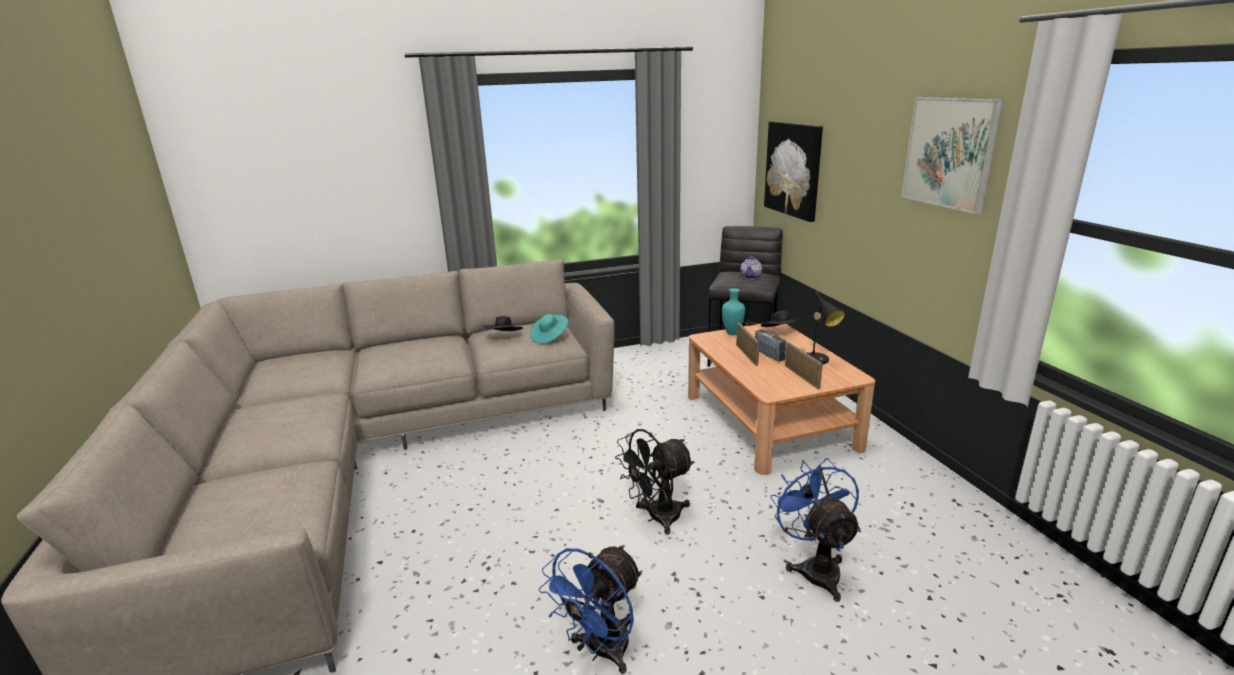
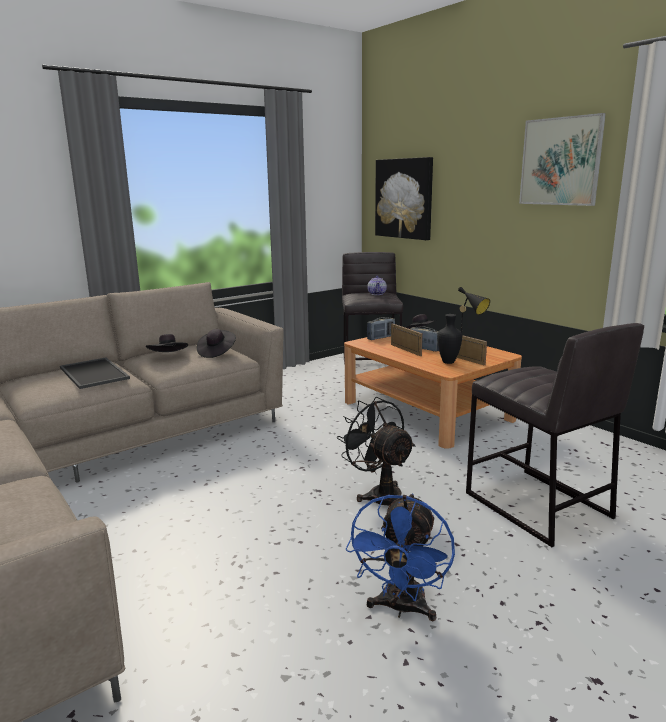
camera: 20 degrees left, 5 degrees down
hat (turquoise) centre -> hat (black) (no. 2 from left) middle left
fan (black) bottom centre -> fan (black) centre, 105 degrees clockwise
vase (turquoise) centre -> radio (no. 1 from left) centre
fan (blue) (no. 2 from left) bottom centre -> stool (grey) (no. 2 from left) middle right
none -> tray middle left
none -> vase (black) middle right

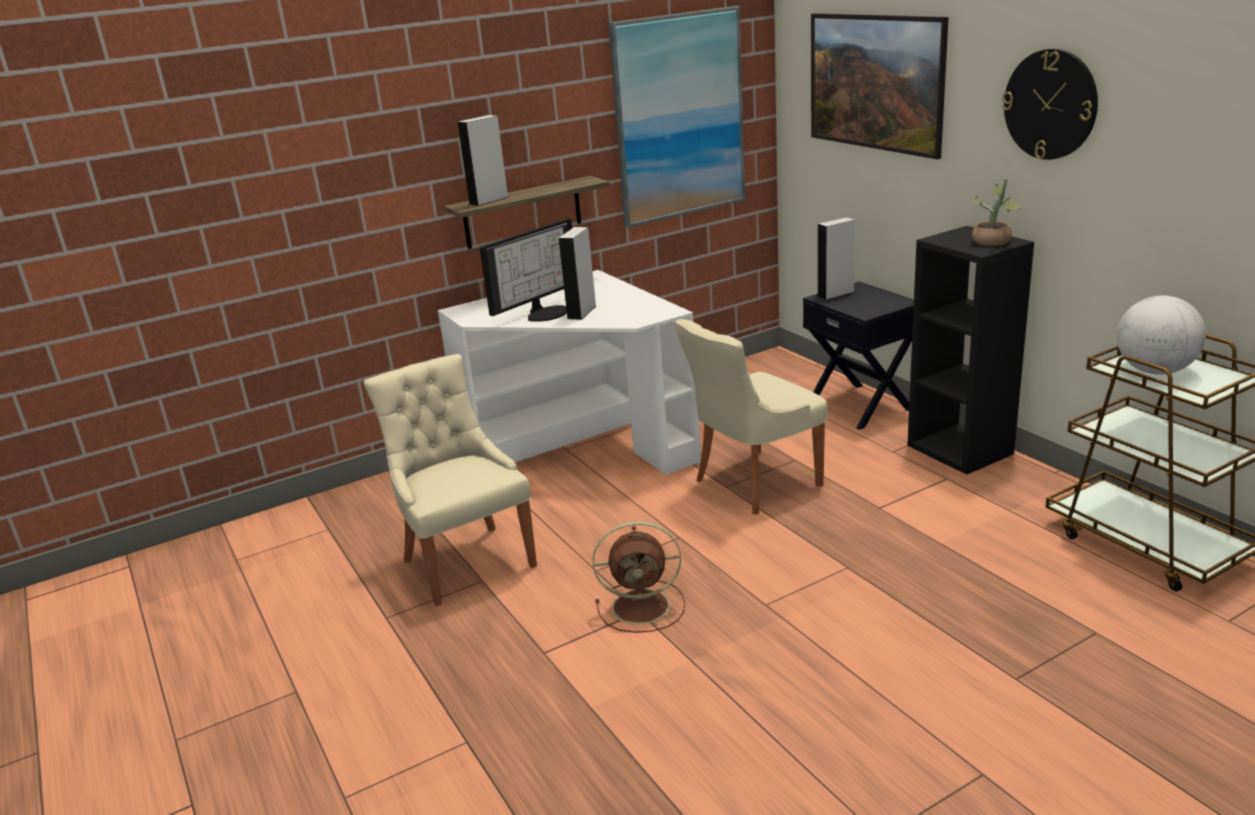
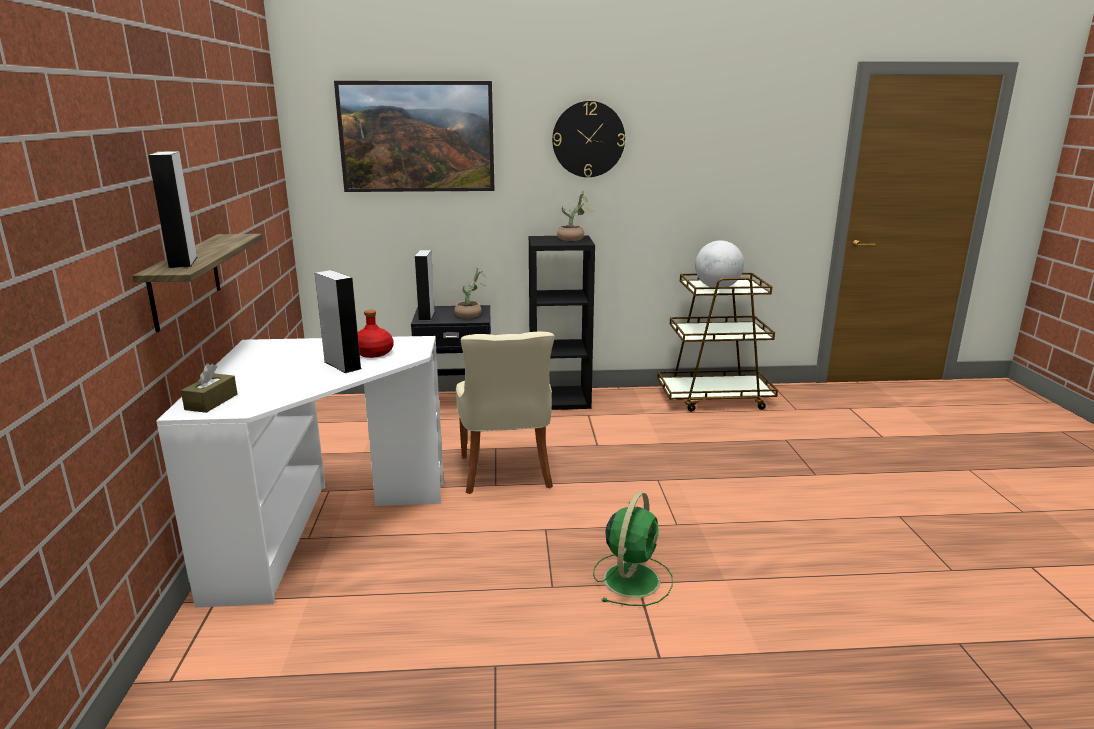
camera: 65 degrees left, 5 degrees down
chair (beige) (no. 1 from left) centre -> none
monitor top centre -> none
fan (brown) bottom centre -> fan (green) bottom centre
picture (no. 1 from left) top centre -> none
none -> tissue box (brown) middle left
none -> bottle (red) centre
none -> potted plant (no. 1 from left) centre

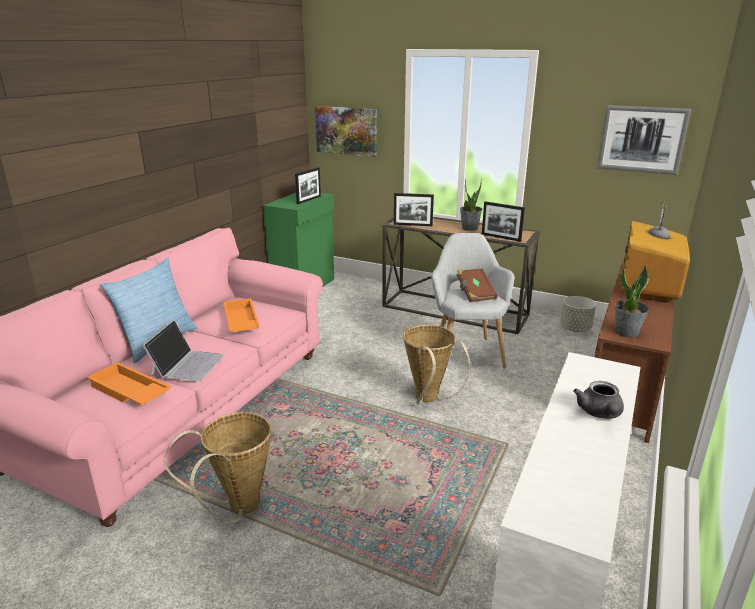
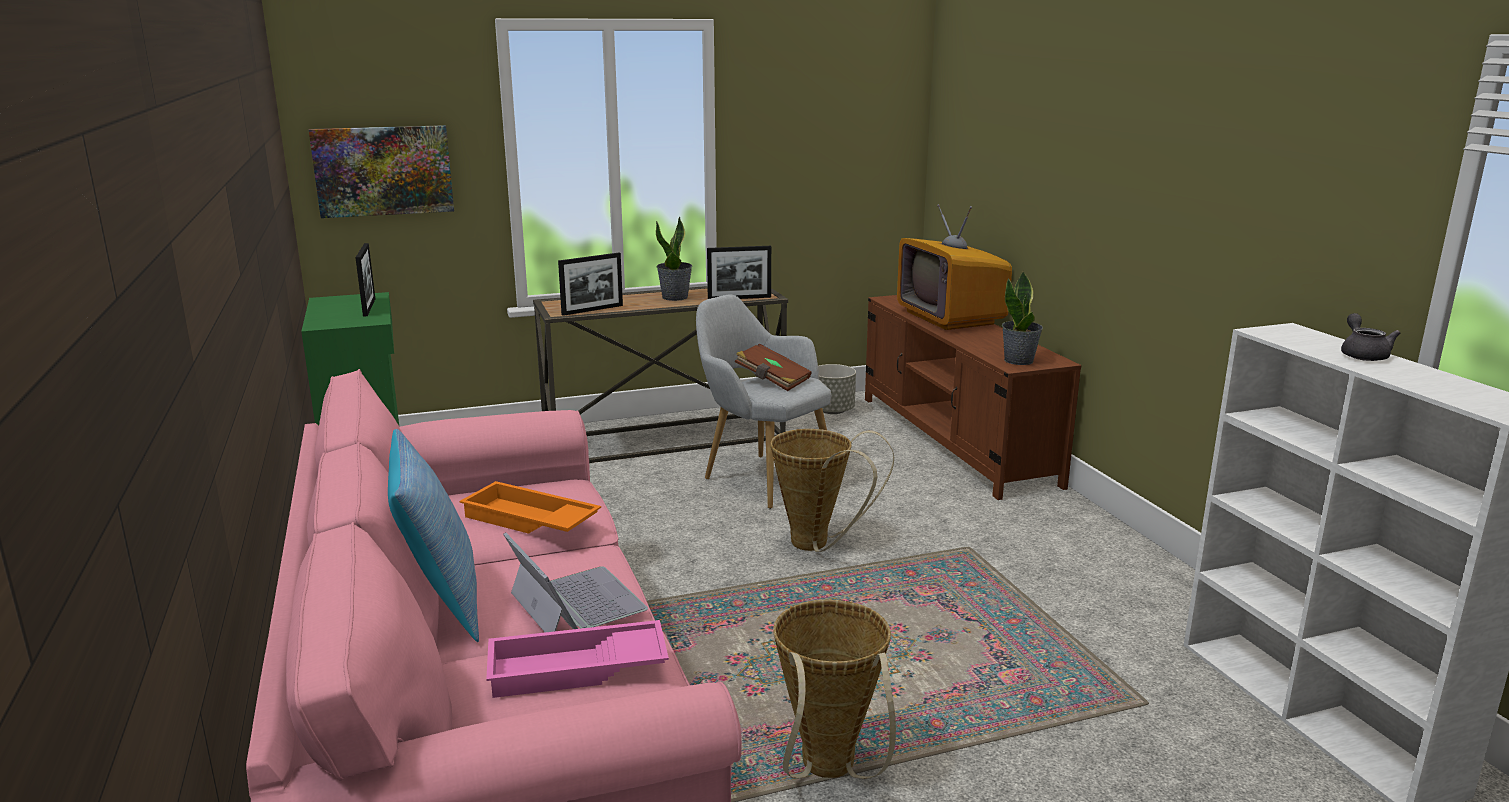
camera: 45 degrees left, 5 degrees down
tray (orange) (no. 1 from left) middle left -> tray (pink) bottom centre
teapot (grey) middle right, 135 degrees counterclockwise
picture (no. 2 from left) top right -> none

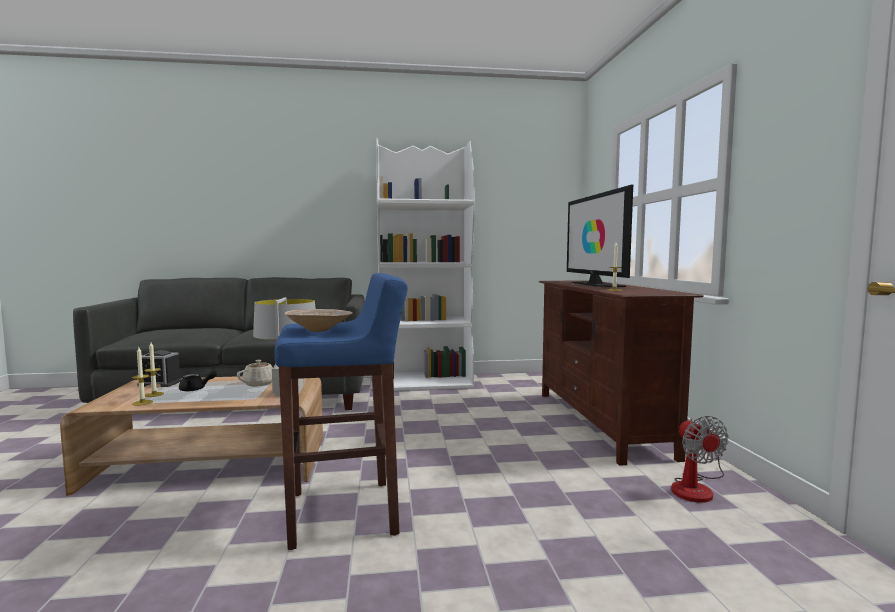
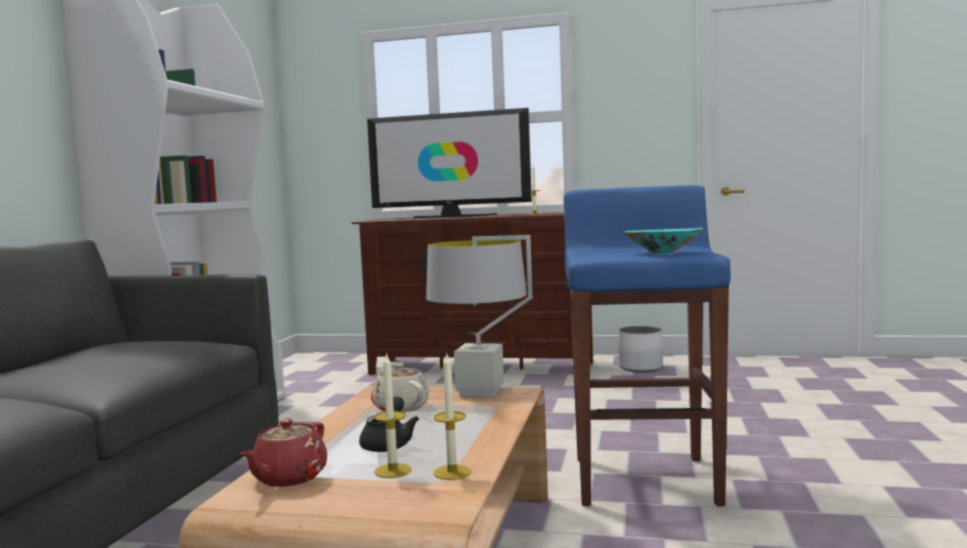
camera: 70 degrees left, 0 degrees up
alarm clock middle left -> teapot (red) bottom left
bowl (beige) centre -> bowl (turquoise) middle right
fan bottom right -> planter (white) centre

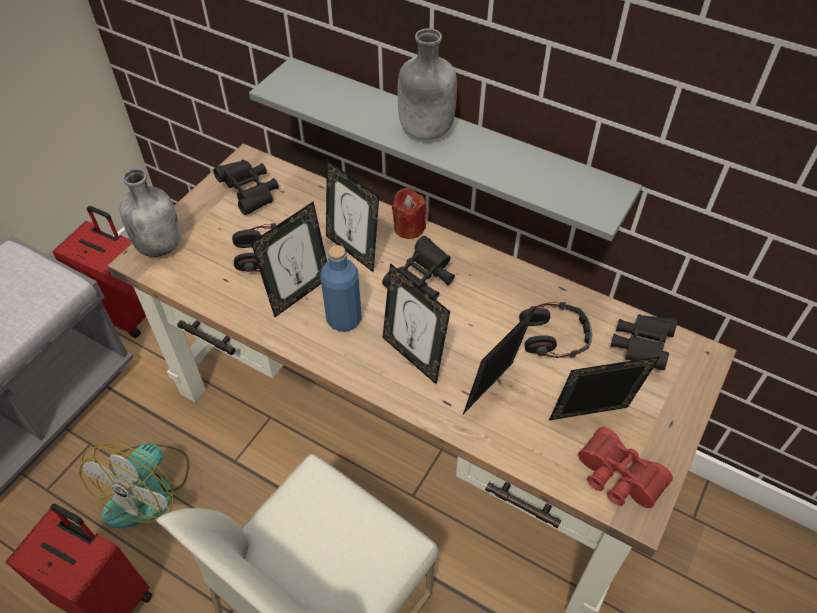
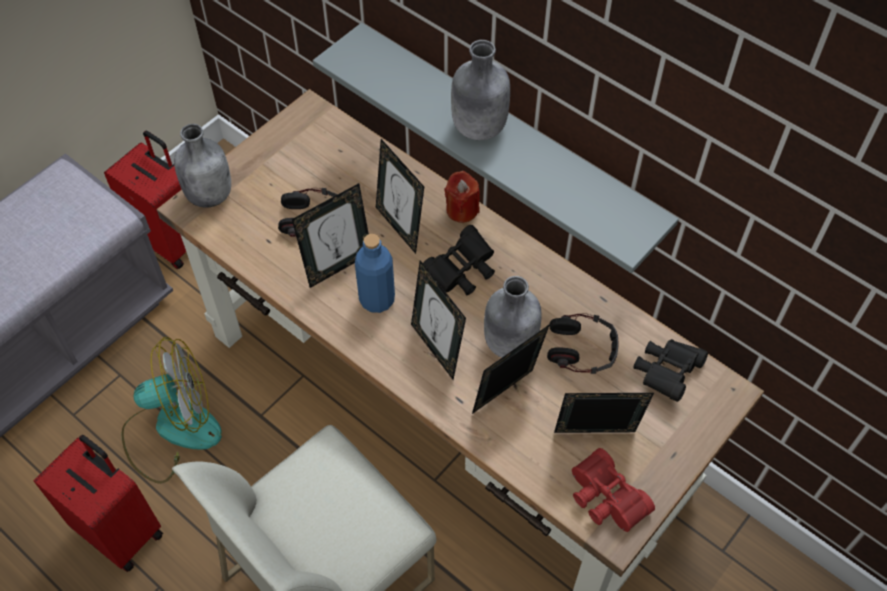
camera: 10 degrees right, 5 degrees up
fan bottom left, 135 degrees counterclockwise
binoculars (black) (no. 1 from left) top left -> none
none -> bottle (grey) (no. 3 from left) centre

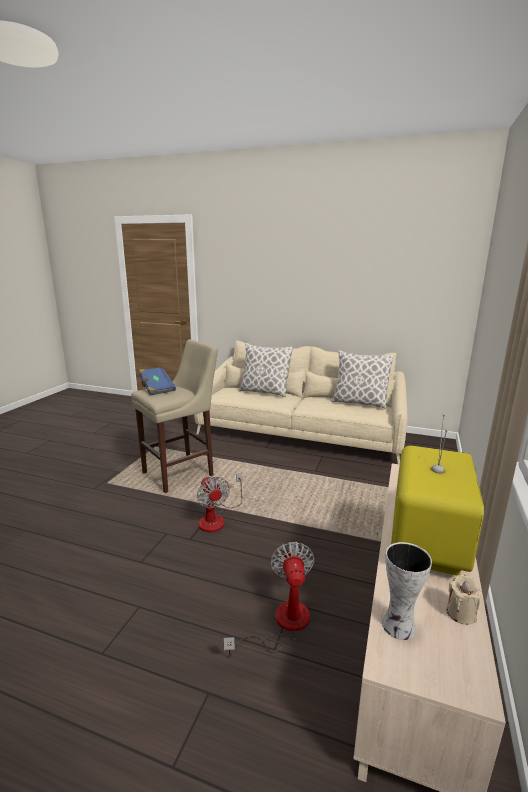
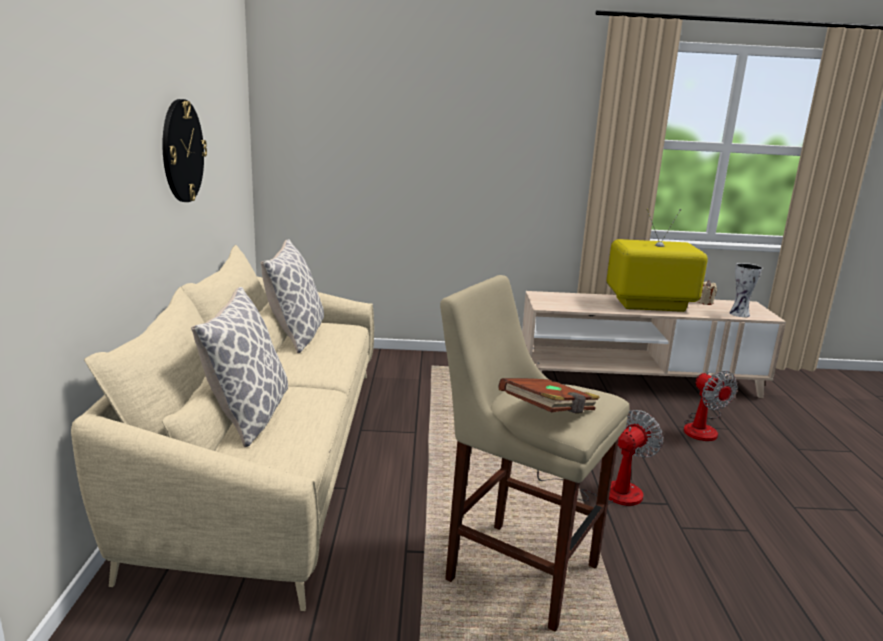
camera: 110 degrees left, 0 degrees up
book (blue) middle left -> book (brown) centre
fan (no. 2 from left) bottom centre -> fan (no. 2 from left) middle right, 90 degrees counterclockwise
none -> wall clock top left

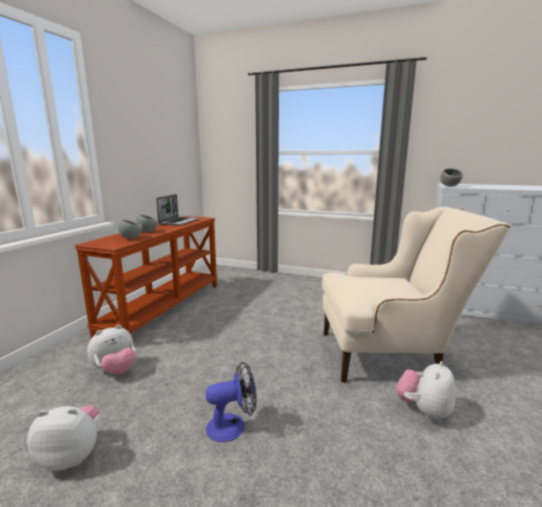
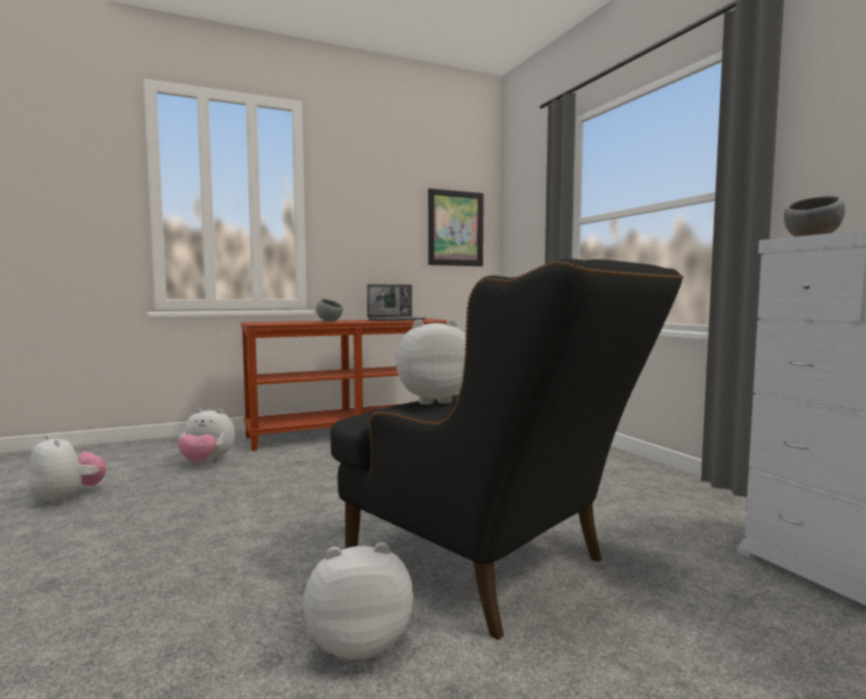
camera: 45 degrees right, 10 degrees down
bowl (grey) (no. 1 from left) middle left -> none
fan bottom centre -> none
armchair (beige) middle right -> armchair (black) centre
none -> plush toy (no. 4 from left) centre
none -> picture top centre

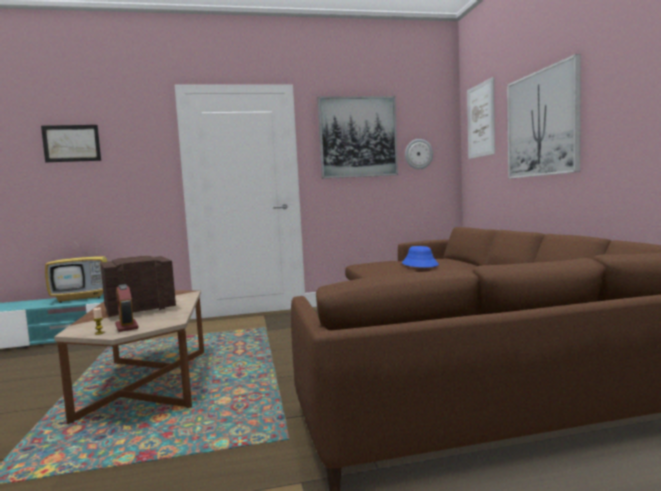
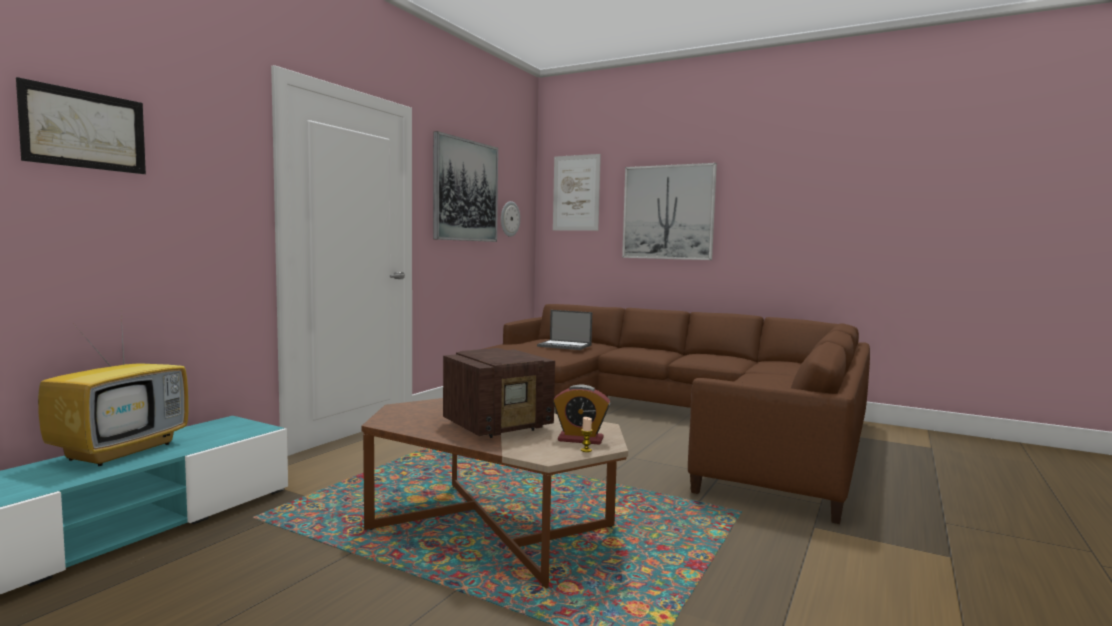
camera: 50 degrees left, 0 degrees up
radio middle left -> radio centre, 135 degrees counterclockwise
hat (blue) centre -> laptop centre

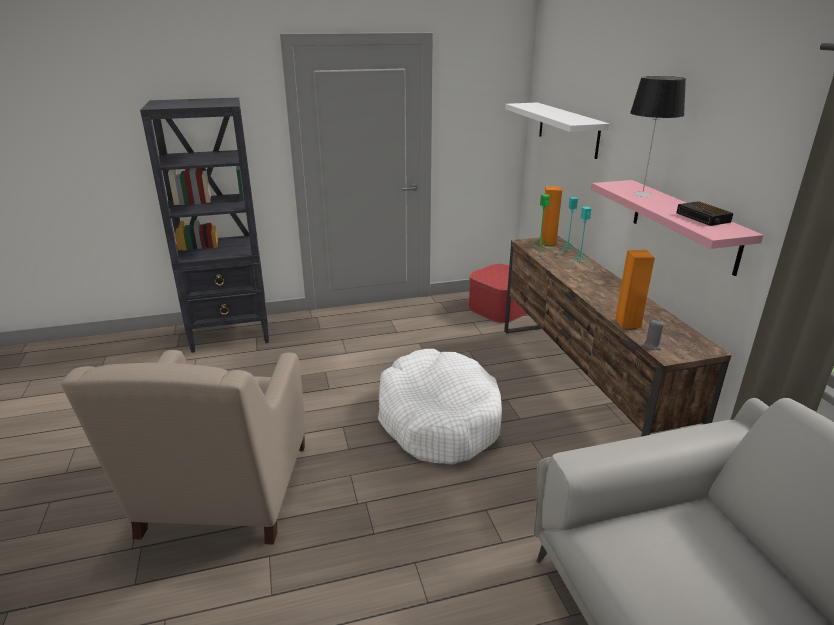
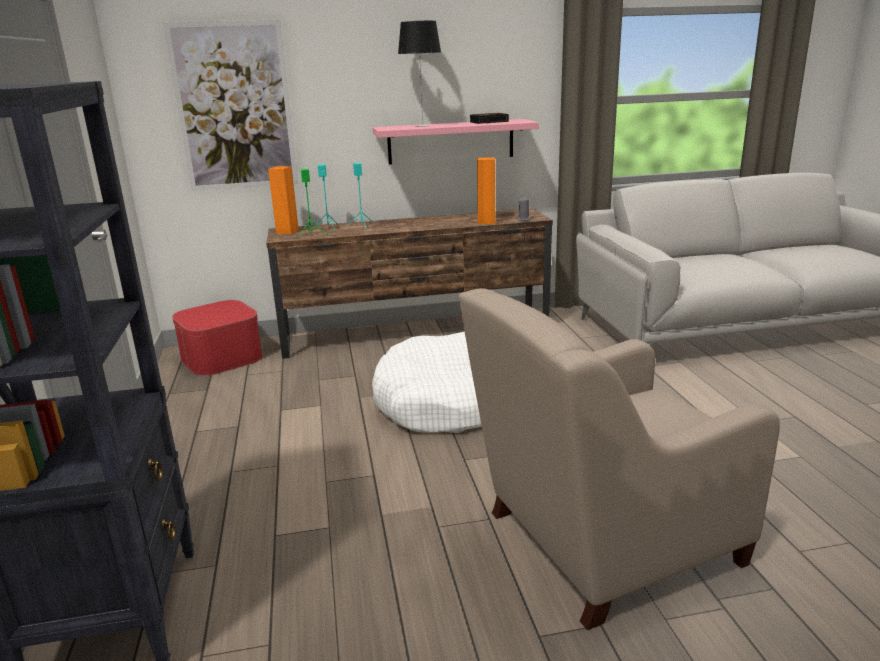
camera: 85 degrees left, 5 degrees down
armchair (beige) bottom left -> armchair (beige) bottom right, 150 degrees clockwise
shelf (white) top right -> picture top left

